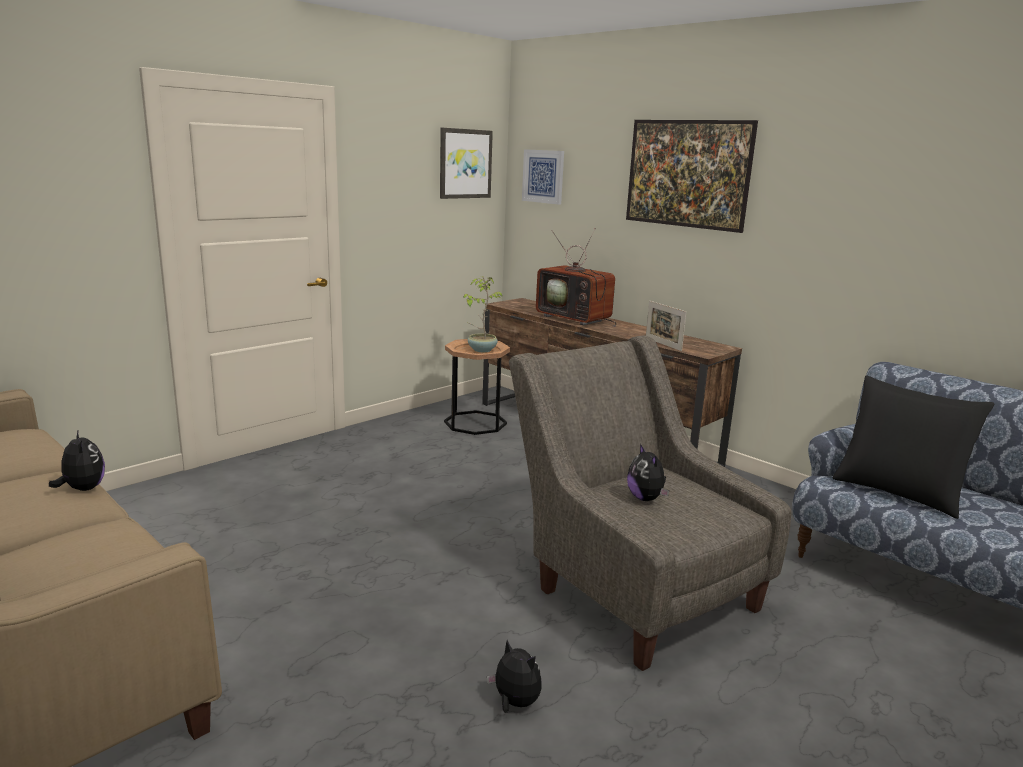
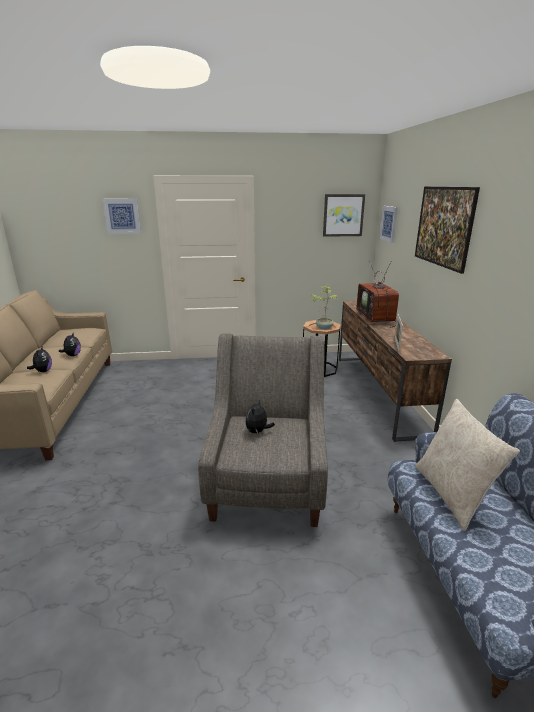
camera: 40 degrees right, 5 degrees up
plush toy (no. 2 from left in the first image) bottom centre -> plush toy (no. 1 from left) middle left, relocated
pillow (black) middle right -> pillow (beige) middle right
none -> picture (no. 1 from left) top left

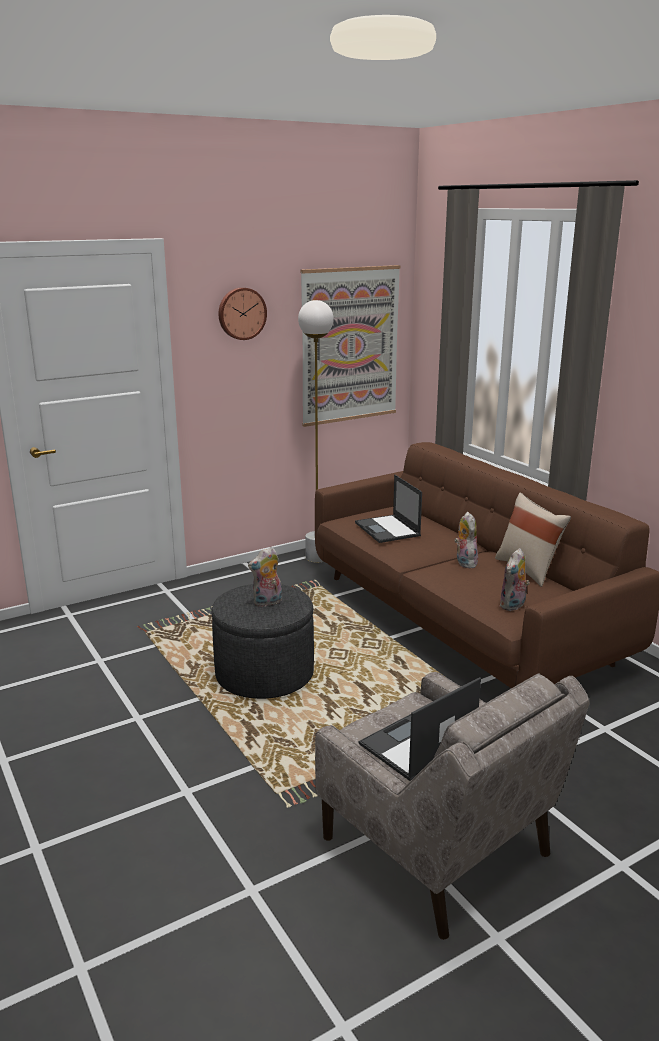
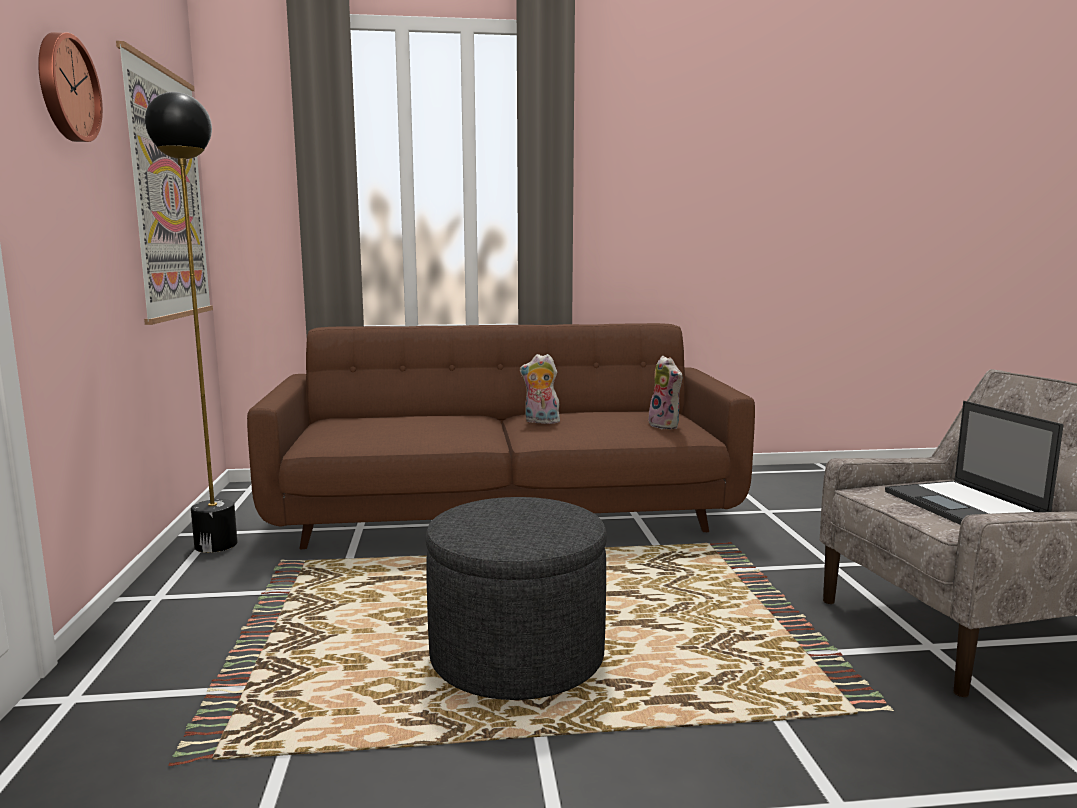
camera: 65 degrees left, 10 degrees down
plush toy (no. 1 from left) centre -> none
floor lamp (white) centre -> floor lamp (black) middle left
laptop (no. 1 from left) centre -> none
pillow (beige) middle right -> none

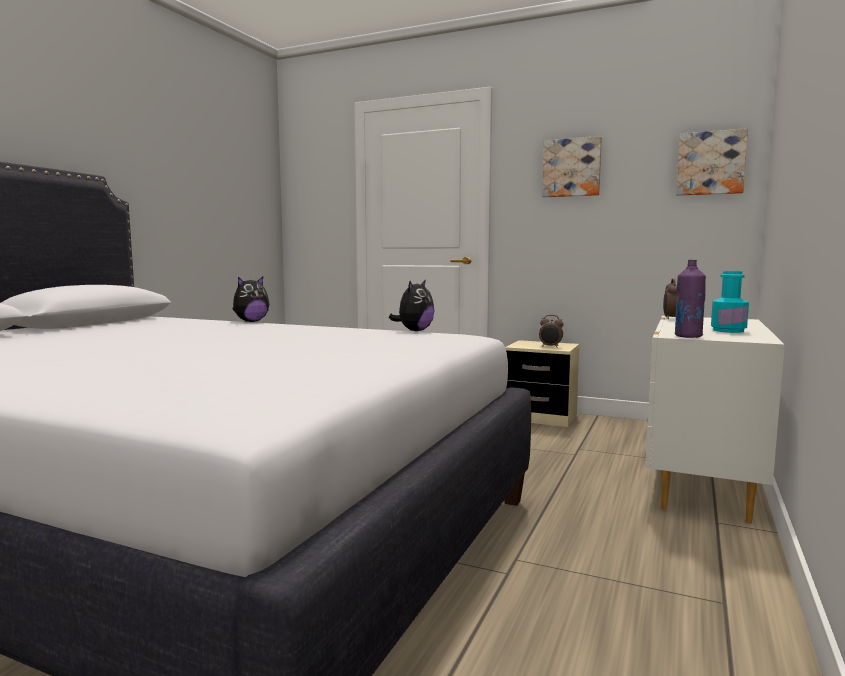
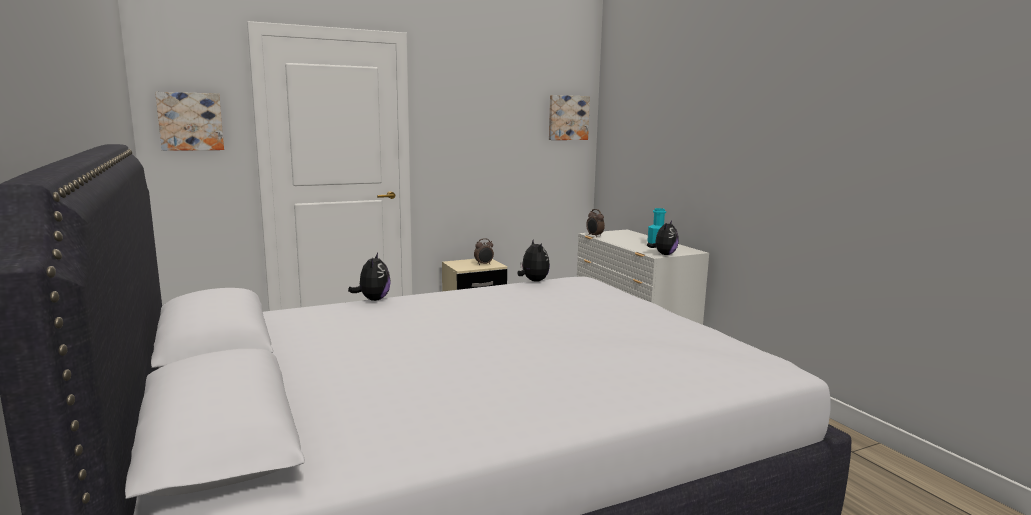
camera: 50 degrees left, 5 degrees up
picture (no. 1 from left) top right -> picture (no. 1 from left) top left, relocated
bottle (purple) middle right -> plush toy (no. 3 from left) centre

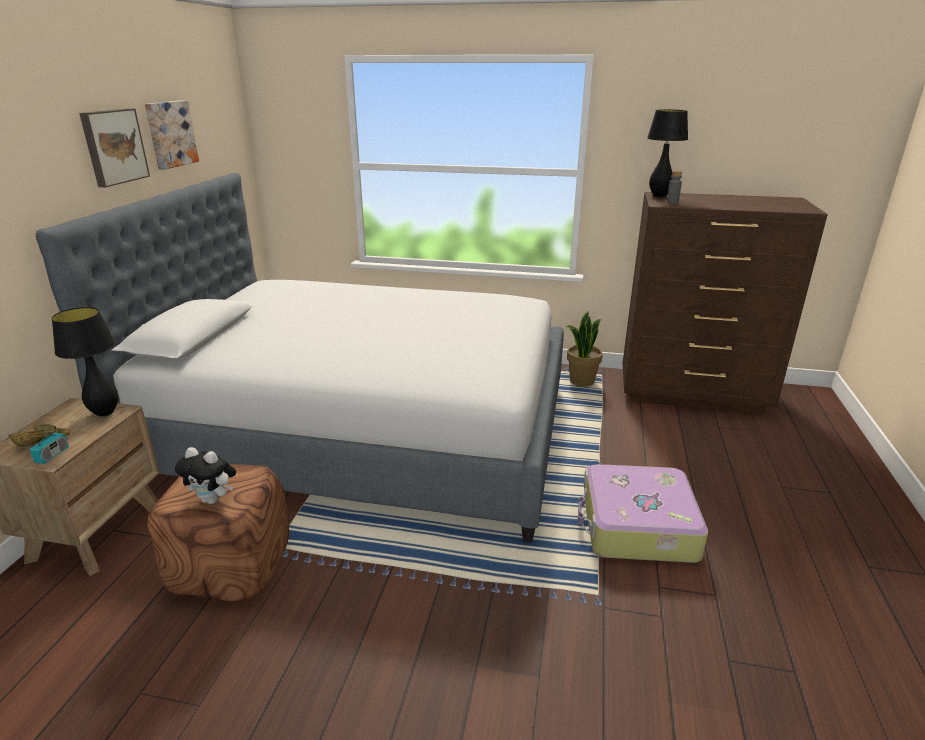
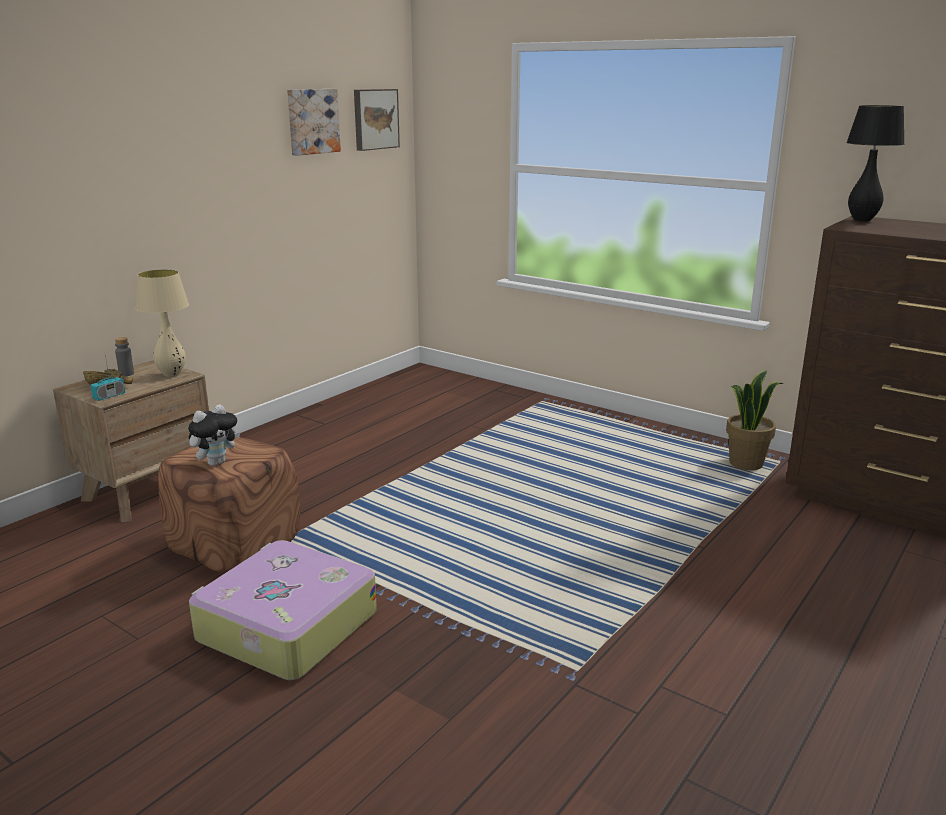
camera: 25 degrees right, 5 degrees down
bed middle left -> none
table lamp (black) (no. 1 from left) middle left -> table lamp (beige) middle left
picture (no. 1 from left in the first image) top left -> picture (no. 2 from left) top centre, relocated
plush toy middle left, 90 degrees counterclockwise
suitcase bottom right -> suitcase bottom left, relocated
bottle (grey) top right -> bottle (grey) middle left, relocated

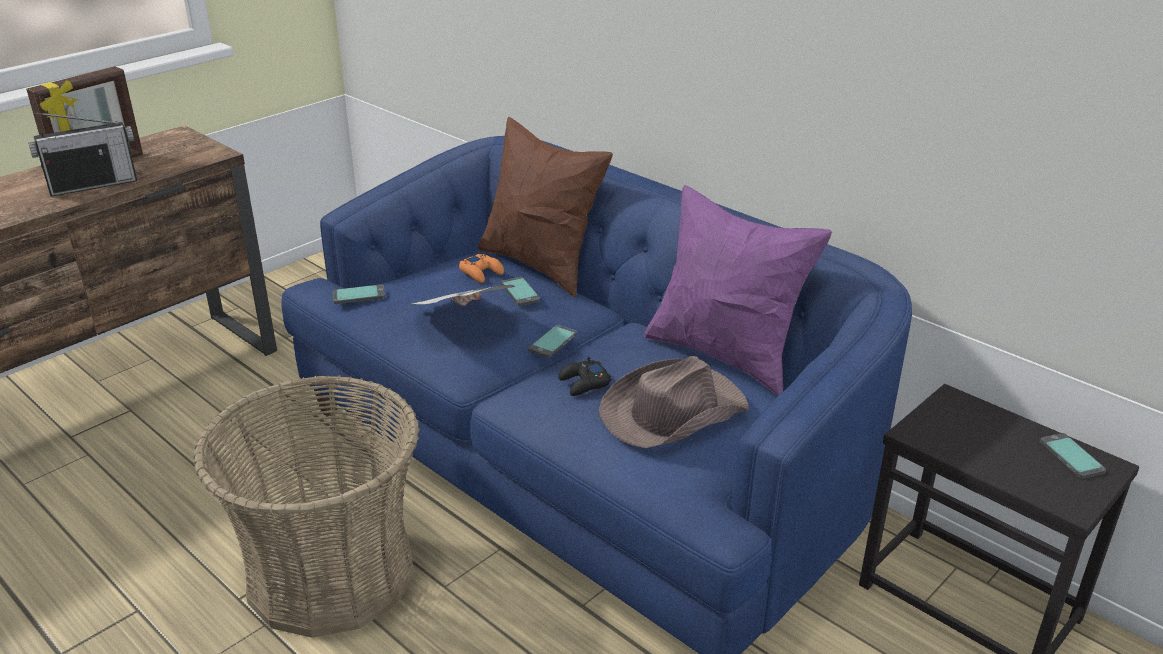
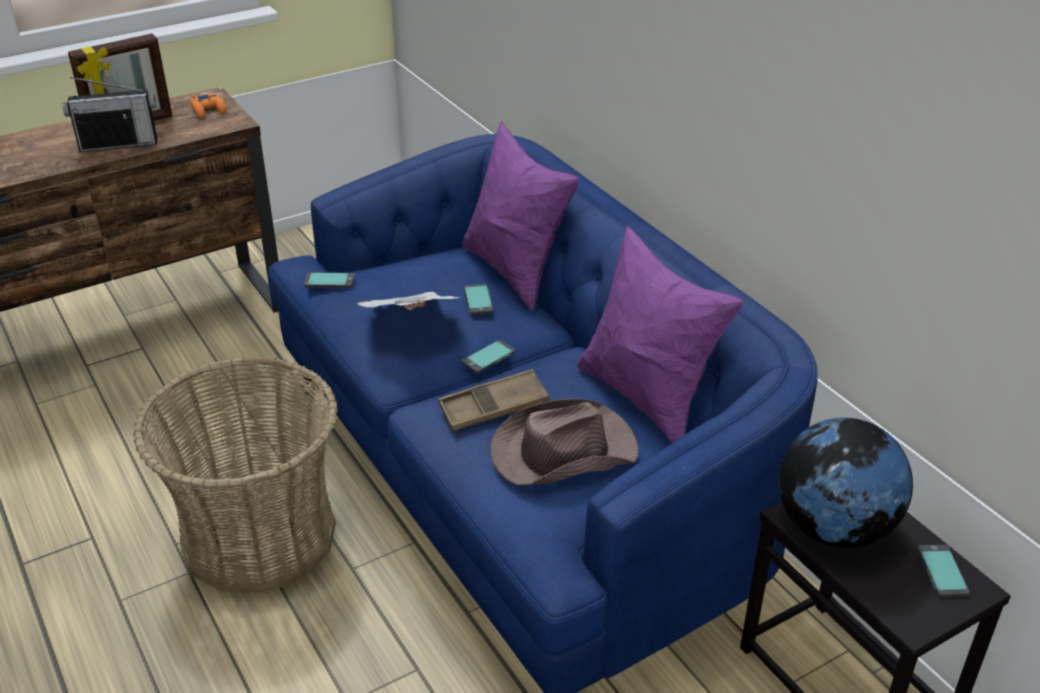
camera: 15 degrees right, 5 degrees up
game controller (orange) centre -> game controller (orange) top left, relocated
pillow (brown) top centre -> pillow (purple) (no. 1 from left) top centre
game controller (black) centre -> tray (brown) centre
none -> globe bottom right

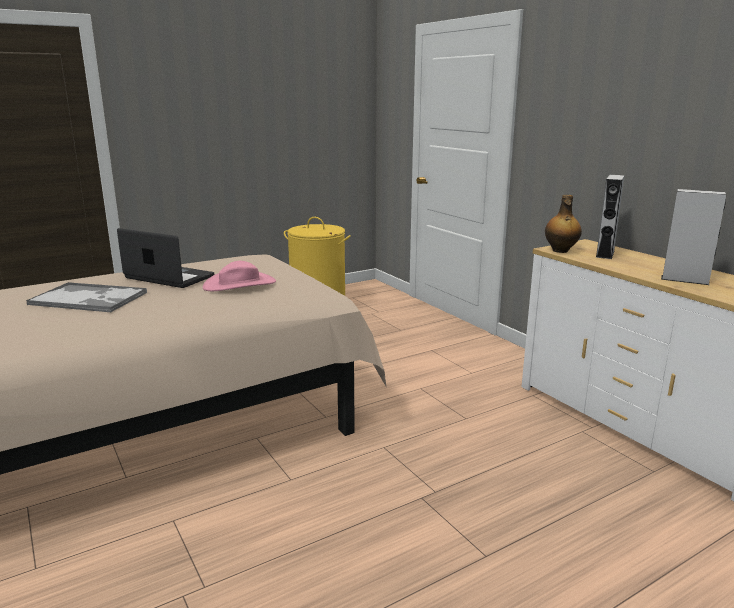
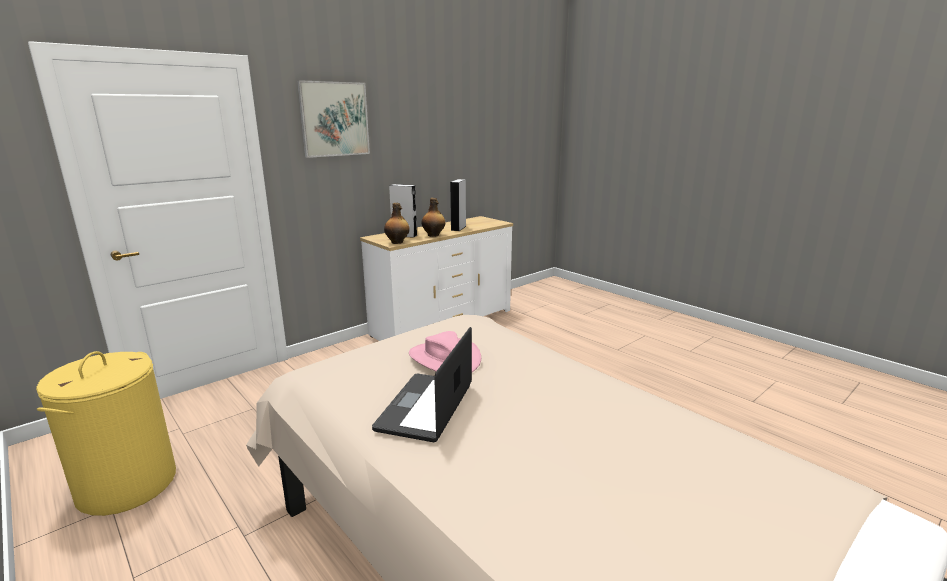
camera: 100 degrees left, 0 degrees up
tray middle left -> none
none -> picture top centre
none -> bottle (no. 2 from left) centre

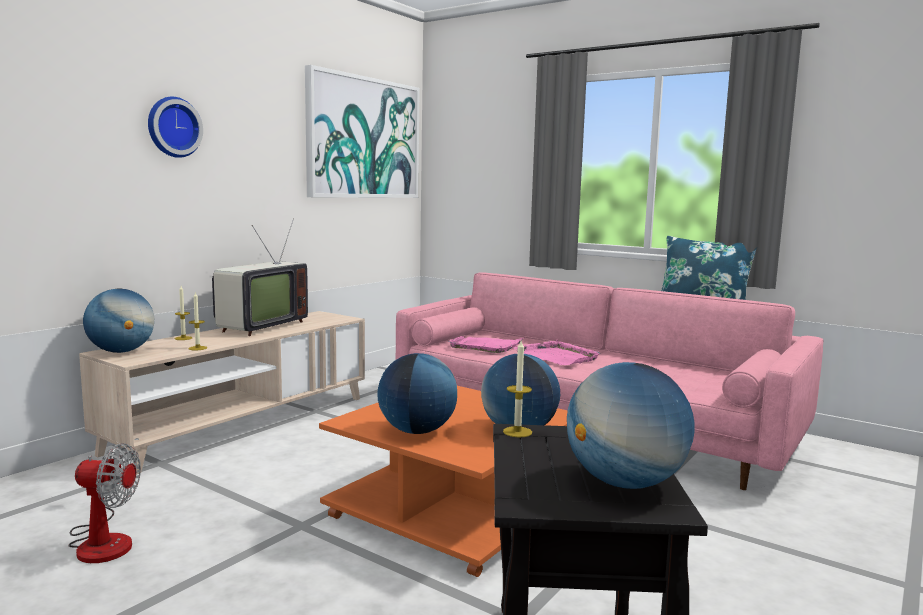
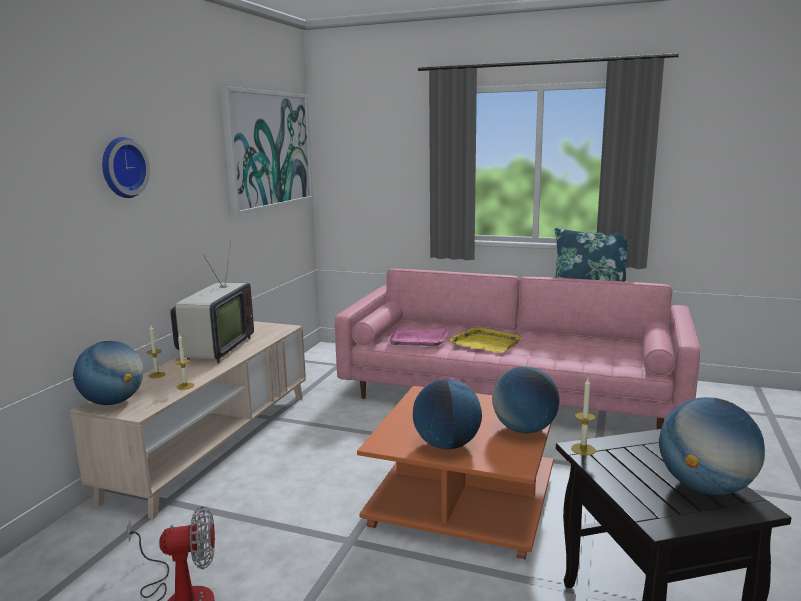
camera: 15 degrees left, 5 degrees up
tray (pink) (no. 2 from left) centre -> tray (yellow) centre

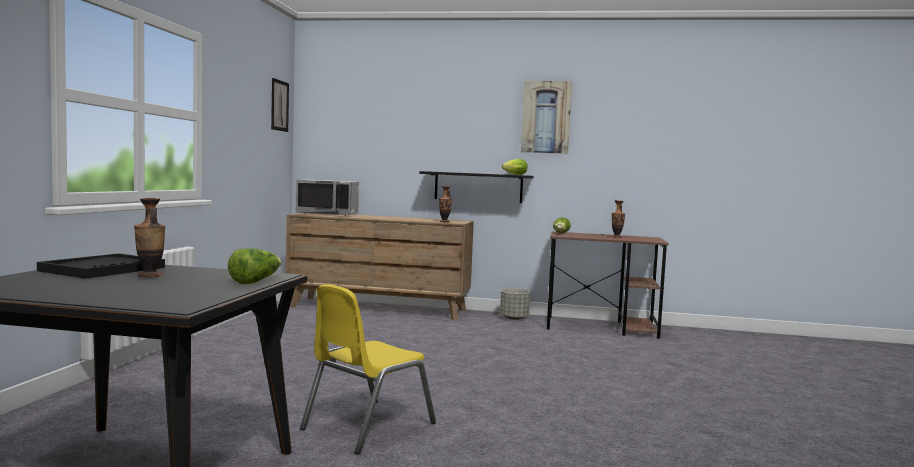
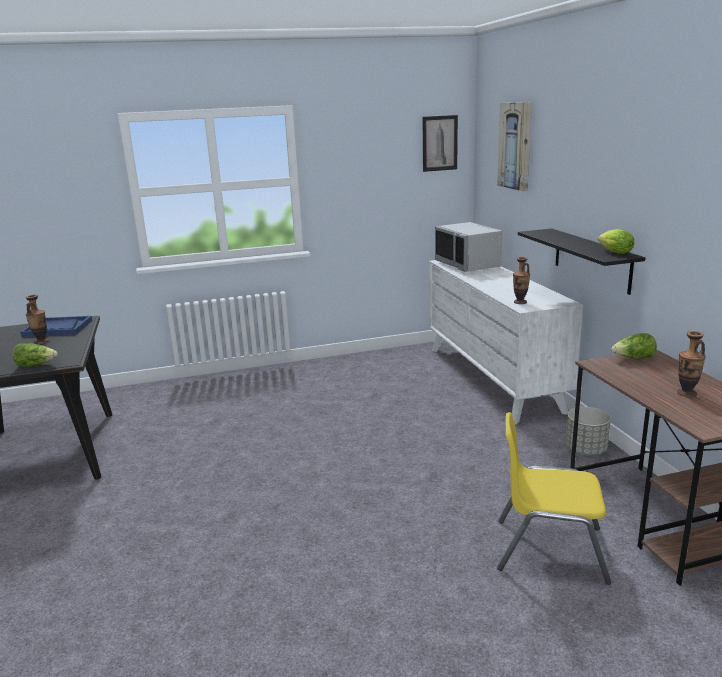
camera: 65 degrees right, 15 degrees up
tray (black) middle left -> tray (blue) middle left
dresser (brown) centre -> dresser (white) middle right
chair (yellow) bottom centre -> chair (yellow) bottom right, relocated
picture (no. 2 from left) top centre -> picture (no. 2 from left) top right, relocated

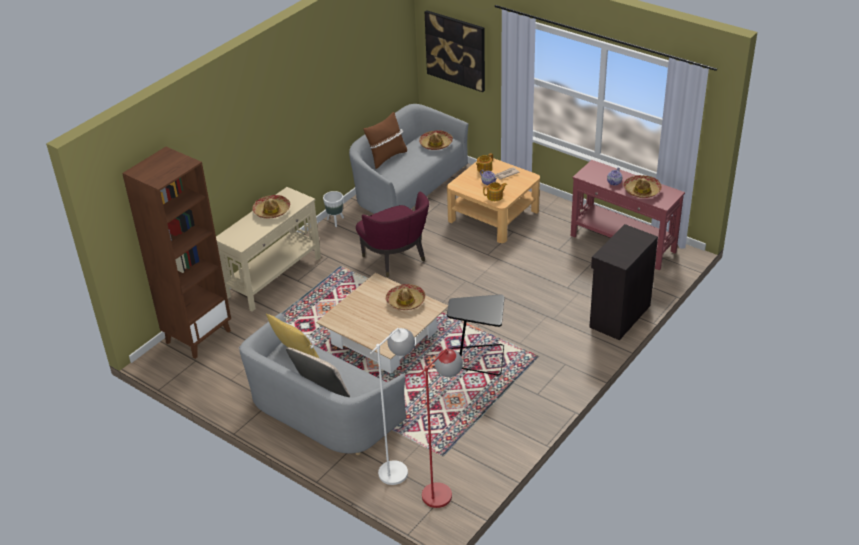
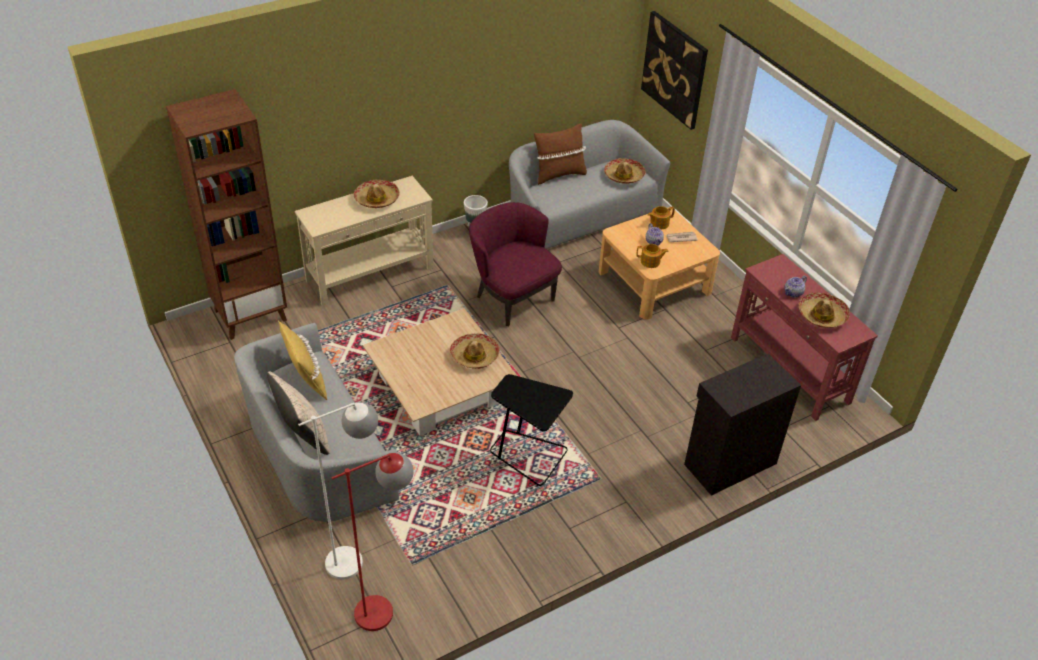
camera: 20 degrees right, 5 degrees up
armchair (purple) centre, 150 degrees clockwise

